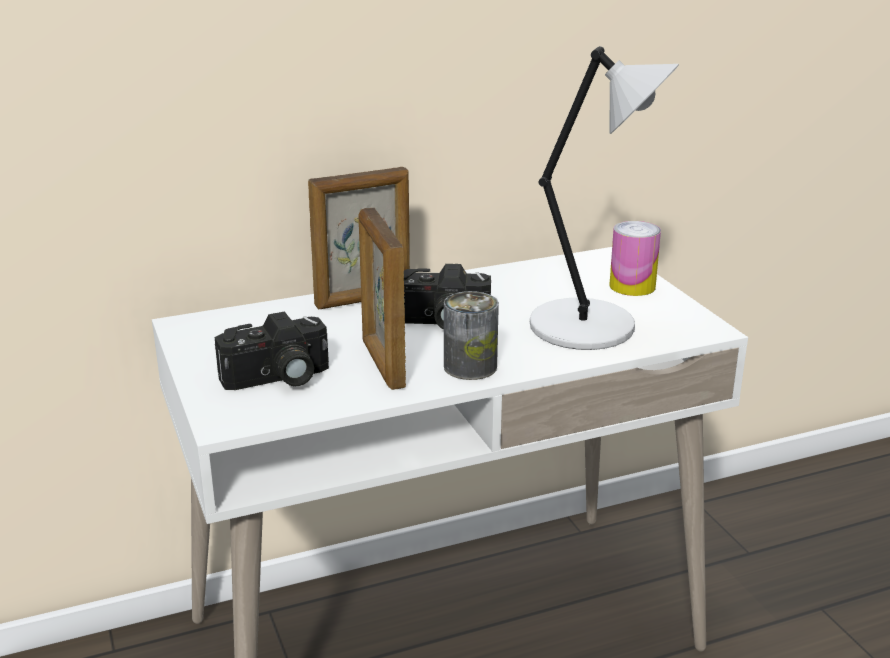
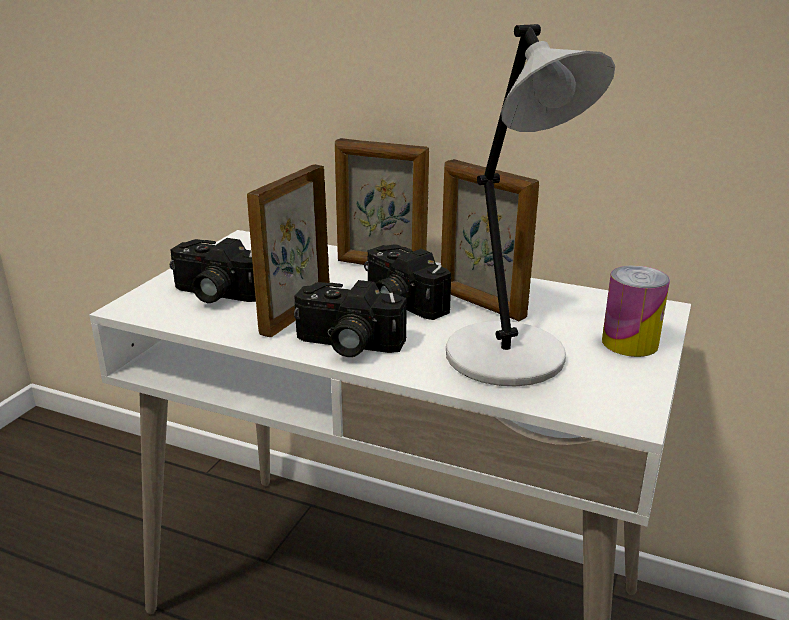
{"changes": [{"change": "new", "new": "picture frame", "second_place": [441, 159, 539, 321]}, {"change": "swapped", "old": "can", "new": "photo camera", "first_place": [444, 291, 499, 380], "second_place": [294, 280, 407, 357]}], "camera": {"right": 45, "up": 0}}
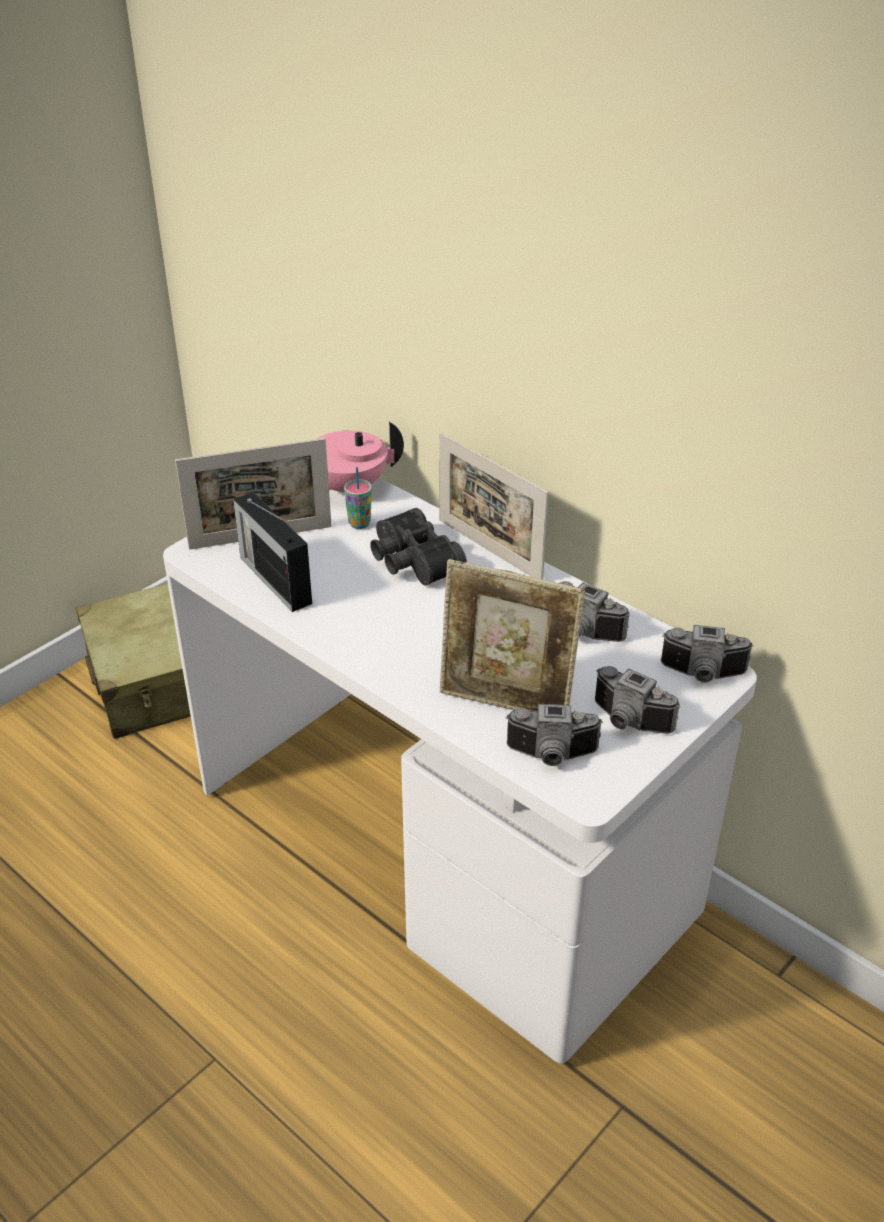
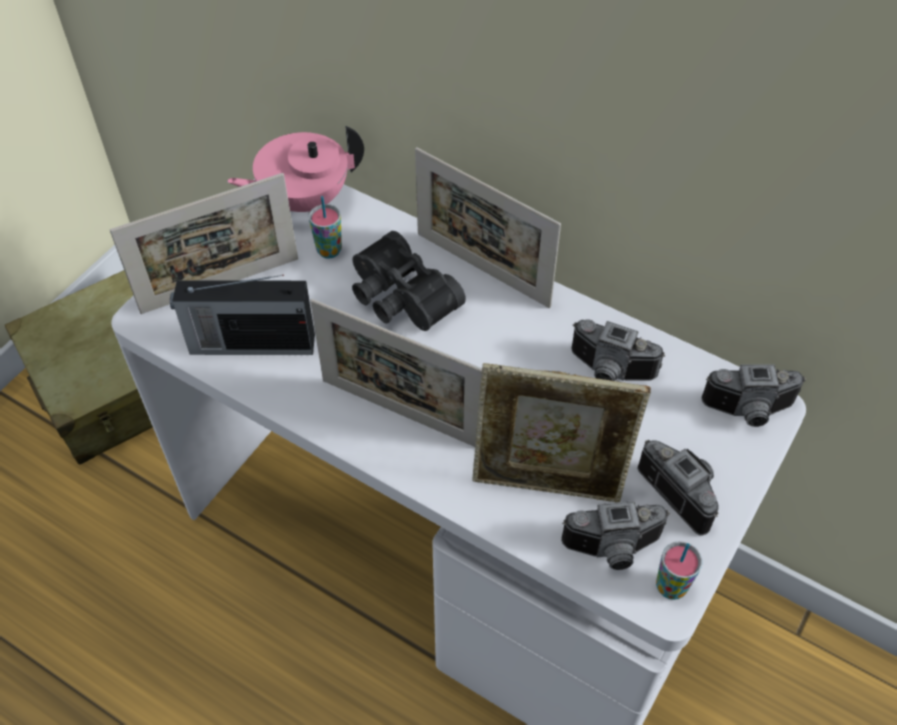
{"changes": [{"change": "new", "new": "picture frame", "second_place": [310, 299, 482, 447]}, {"change": "new", "new": "cup", "second_place": [656, 541, 702, 600]}, {"change": "rotated", "old": "radio", "first_place": [233, 492, 312, 612], "second_place": [170, 275, 315, 355], "degrees": -45}, {"change": "rotated", "old": "photo camera", "first_place": [595, 666, 680, 734], "second_place": [637, 440, 719, 536], "degrees": -150}], "camera": {"right": -10, "up": 15}}
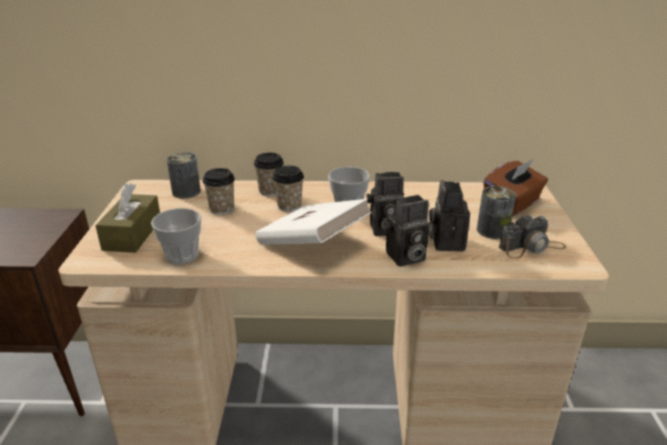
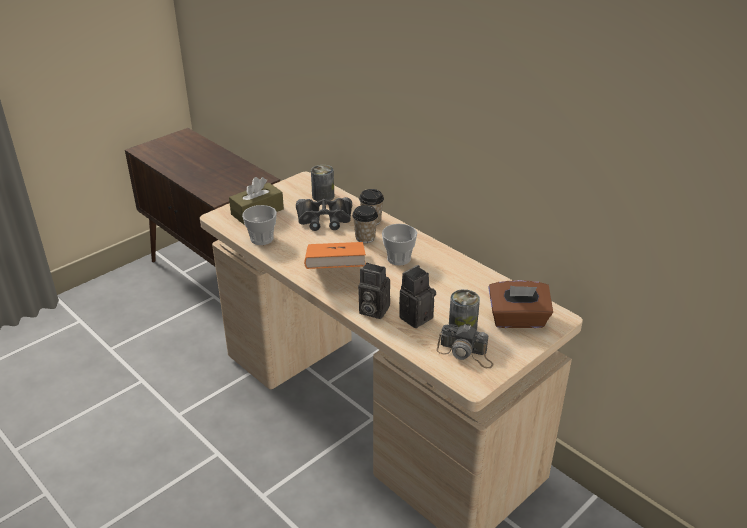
{"changes": [{"change": "gone", "old": "photo camera", "first_place": [367, 172, 404, 236]}, {"change": "swapped", "old": "cup", "new": "binoculars (black)", "first_place": [203, 168, 235, 215], "second_place": [296, 197, 352, 231]}, {"change": "repainted", "old": "book (white)", "new": "book (orange)", "first_place": [256, 199, 372, 245], "second_place": [304, 242, 366, 269]}], "camera": {"right": 45, "up": 5}}
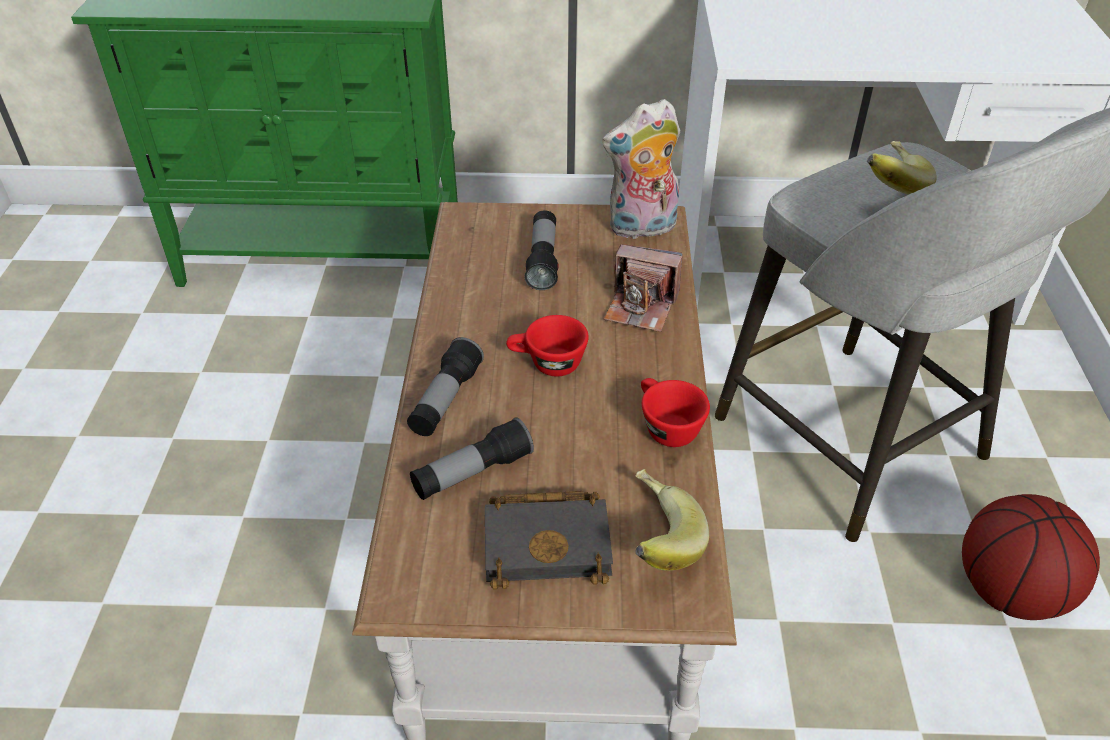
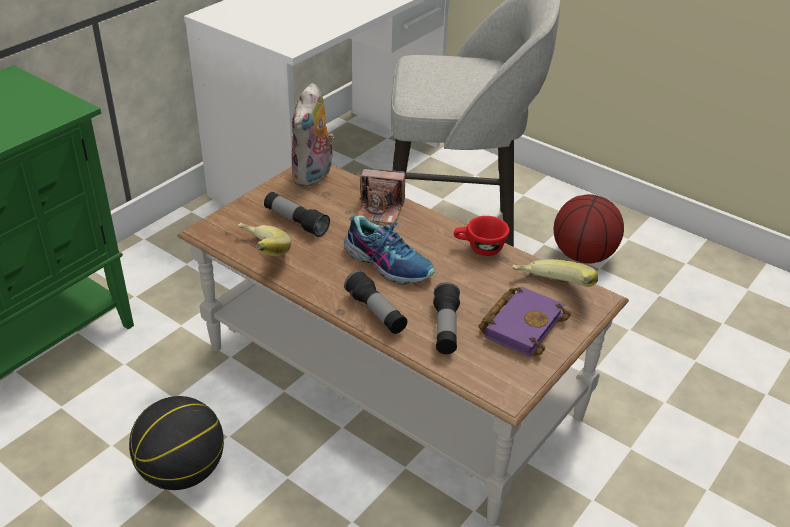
{"changes": [{"change": "new", "new": "basketball", "second_place": [129, 396, 224, 490]}, {"change": "shifted", "old": "banana", "first_place": [867, 141, 937, 195], "second_place": [238, 222, 291, 256]}, {"change": "swapped", "old": "cup (red)", "new": "shoe", "first_place": [506, 315, 589, 376], "second_place": [344, 215, 435, 285]}, {"change": "repainted", "old": "book (black)", "new": "book (purple)", "first_place": [485, 491, 613, 589], "second_place": [479, 287, 571, 357]}, {"change": "rotated", "old": "photo camera", "first_place": [604, 244, 683, 332], "second_place": [358, 169, 405, 224], "degrees": 45}], "camera": {"right": -55, "up": -5}}
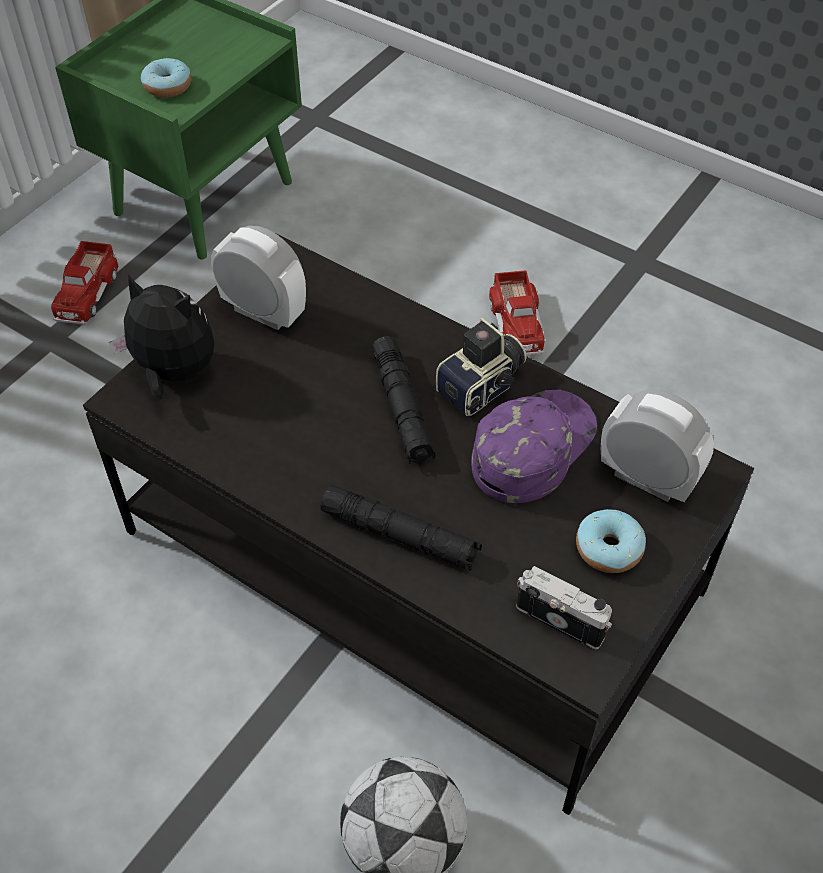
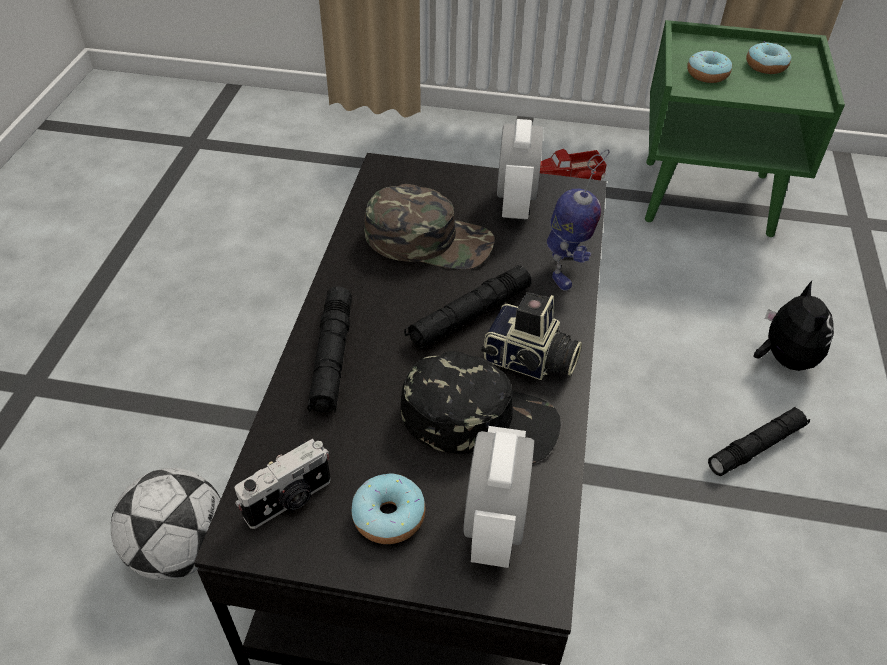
{"changes": [{"change": "new", "new": "cap (green)", "second_place": [364, 184, 494, 270]}, {"change": "new", "new": "toy robot", "second_place": [547, 149, 609, 291]}, {"change": "new", "new": "donut", "second_place": [746, 41, 791, 74]}, {"change": "shifted", "old": "plush toy", "first_place": [109, 274, 214, 401], "second_place": [753, 281, 834, 371]}, {"change": "swapped", "old": "toy truck", "new": "flashlight (black)", "first_place": [489, 270, 545, 356], "second_place": [708, 407, 810, 476]}, {"change": "repainted", "old": "cap (purple)", "new": "cap (black)", "first_place": [471, 390, 597, 503], "second_place": [400, 351, 561, 463]}, {"change": "rotated", "old": "photo camera", "first_place": [516, 566, 612, 649], "second_place": [235, 439, 331, 529], "degrees": 45}], "camera": {"right": 65, "up": -5}}
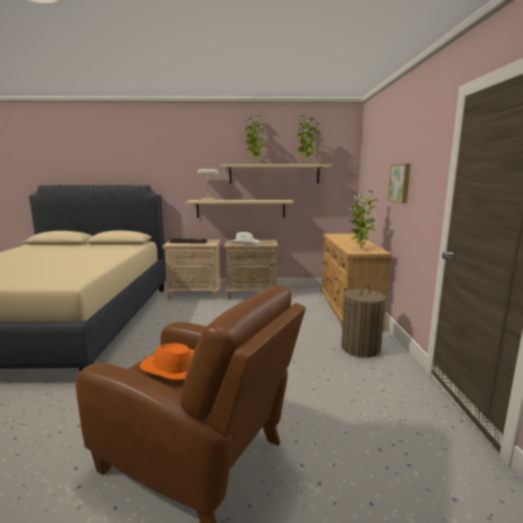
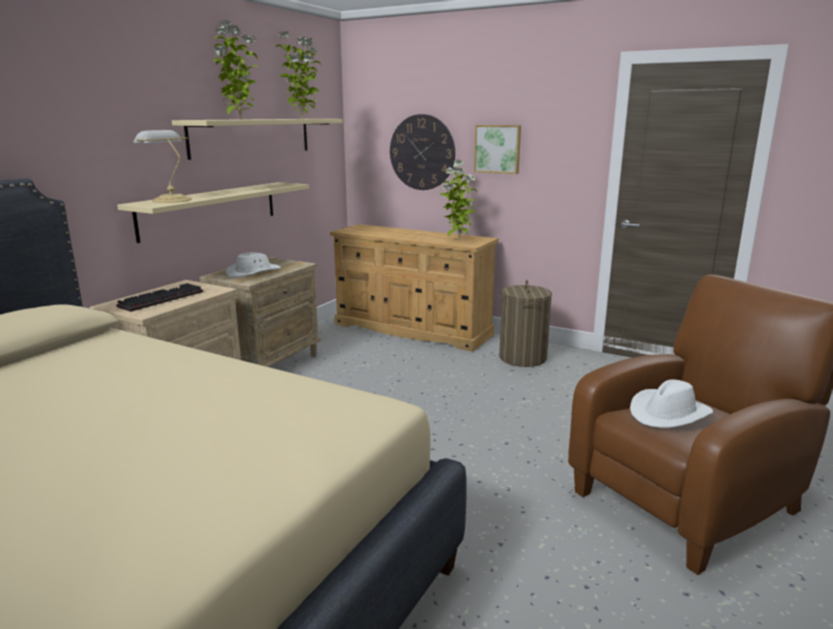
{"changes": [{"change": "new", "new": "wall clock", "second_place": [390, 114, 455, 190]}, {"change": "repainted", "old": "hat (orange)", "new": "hat (white)", "first_place": [140, 343, 194, 380], "second_place": [630, 380, 713, 428]}], "camera": {"right": -60, "up": 5}}
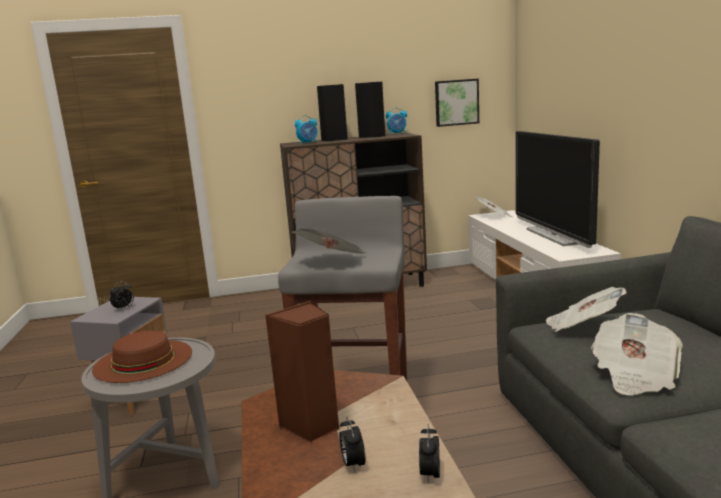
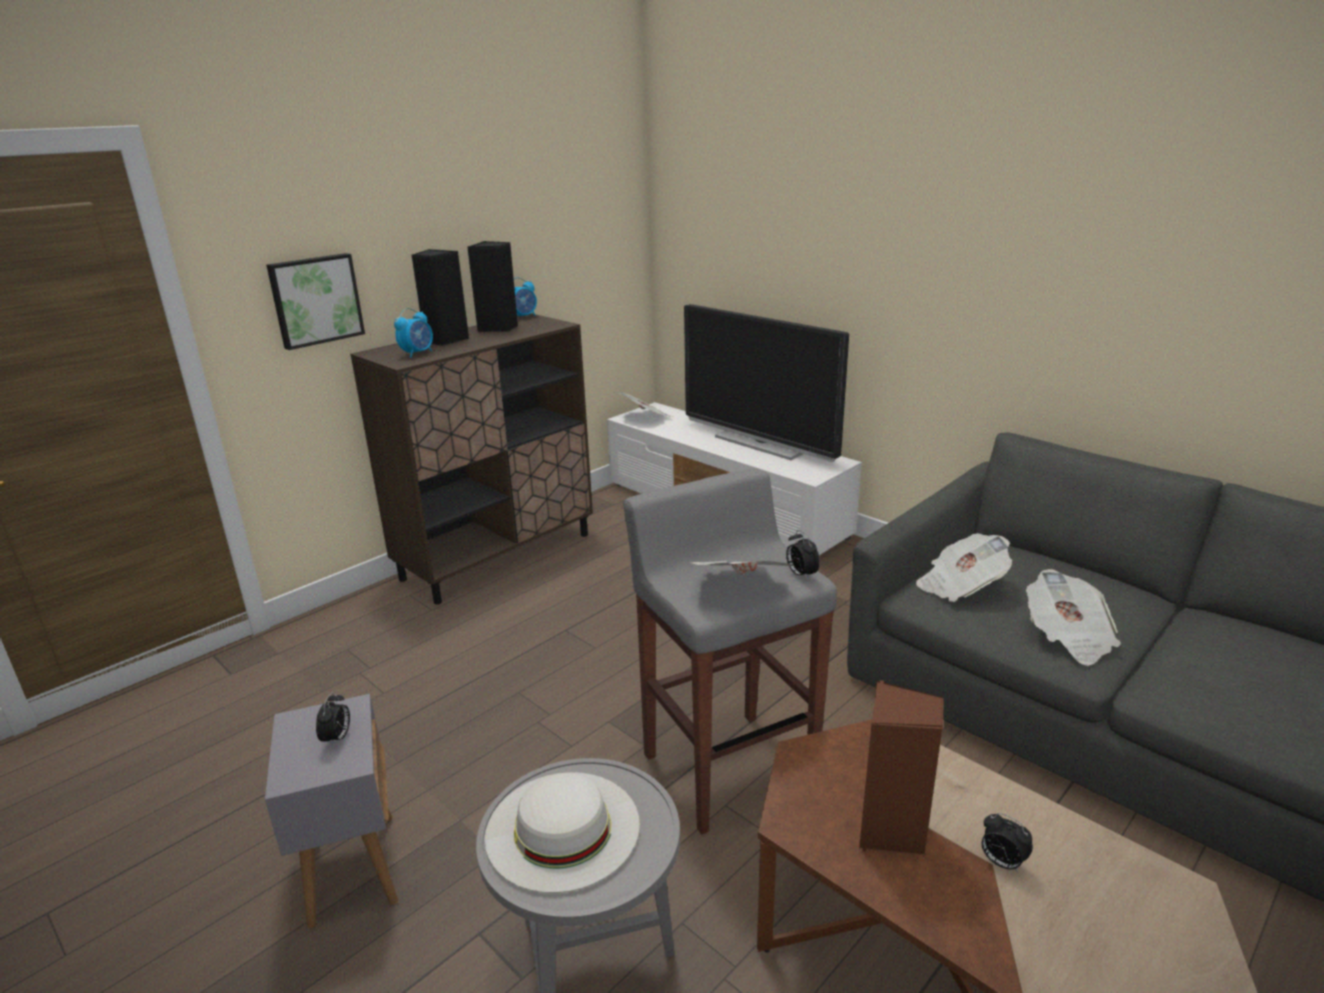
{"changes": [{"change": "shifted", "old": "alarm clock", "first_place": [419, 424, 440, 484], "second_place": [786, 530, 820, 581]}, {"change": "shifted", "old": "picture", "first_place": [435, 79, 479, 127], "second_place": [266, 253, 365, 350]}, {"change": "repainted", "old": "hat (brown)", "new": "hat (white)", "first_place": [92, 331, 192, 383], "second_place": [485, 772, 640, 893]}], "camera": {"right": -35, "up": 10}}
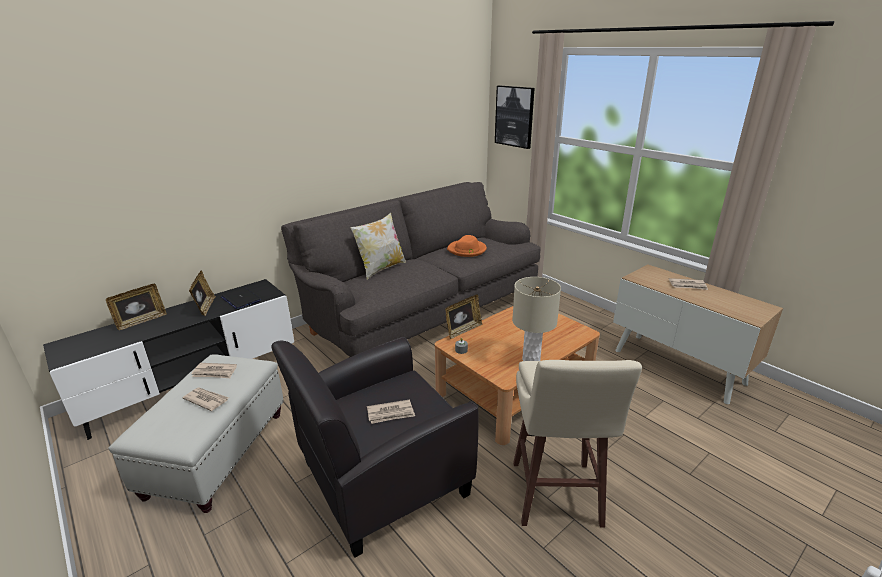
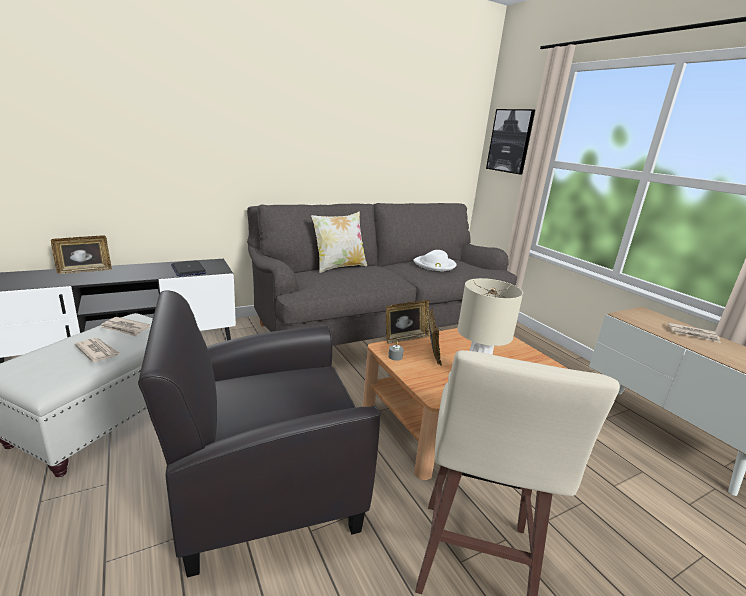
{"changes": [{"change": "gone", "old": "newspaper", "first_place": [367, 399, 415, 424]}, {"change": "shifted", "old": "picture frame", "first_place": [189, 270, 216, 316], "second_place": [428, 307, 442, 366]}, {"change": "repainted", "old": "hat (orange)", "new": "hat (white)", "first_place": [447, 235, 487, 257], "second_place": [413, 250, 456, 271]}], "camera": {"right": 10, "up": -5}}
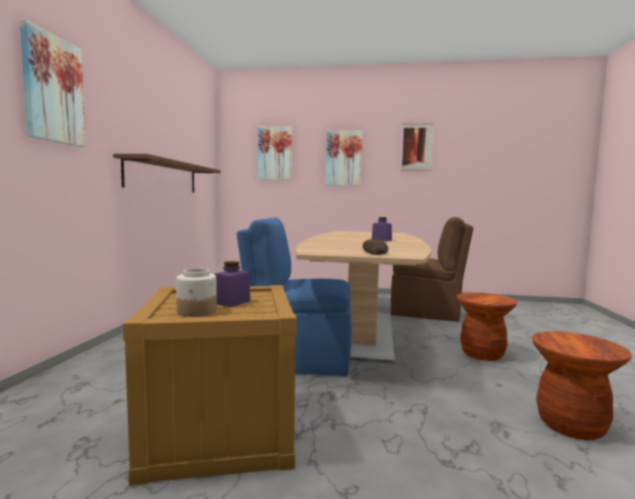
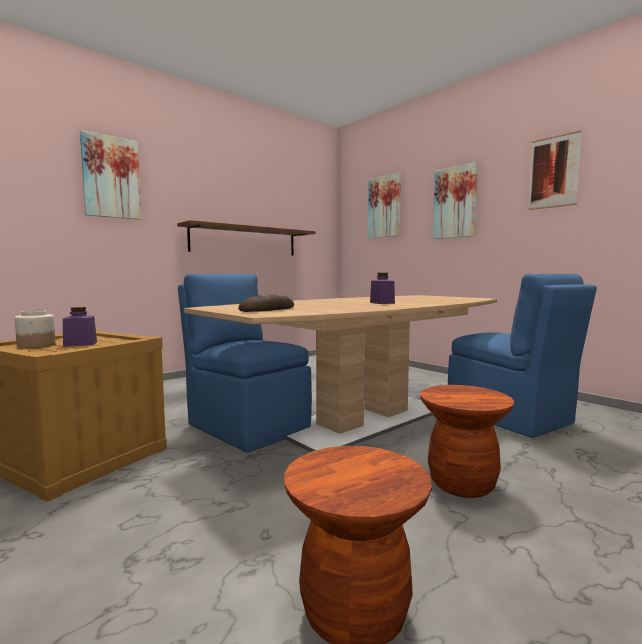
{"changes": [{"change": "repainted", "old": "chair (brown)", "new": "chair (blue)", "first_place": [391, 217, 473, 322], "second_place": [448, 274, 597, 438]}], "camera": {"right": 40, "up": 0}}
